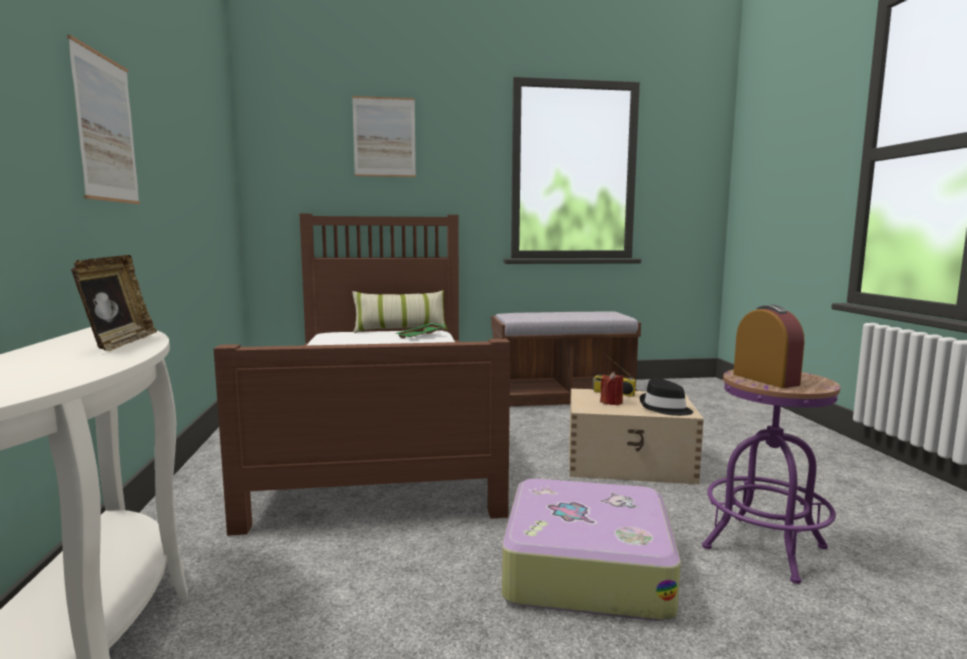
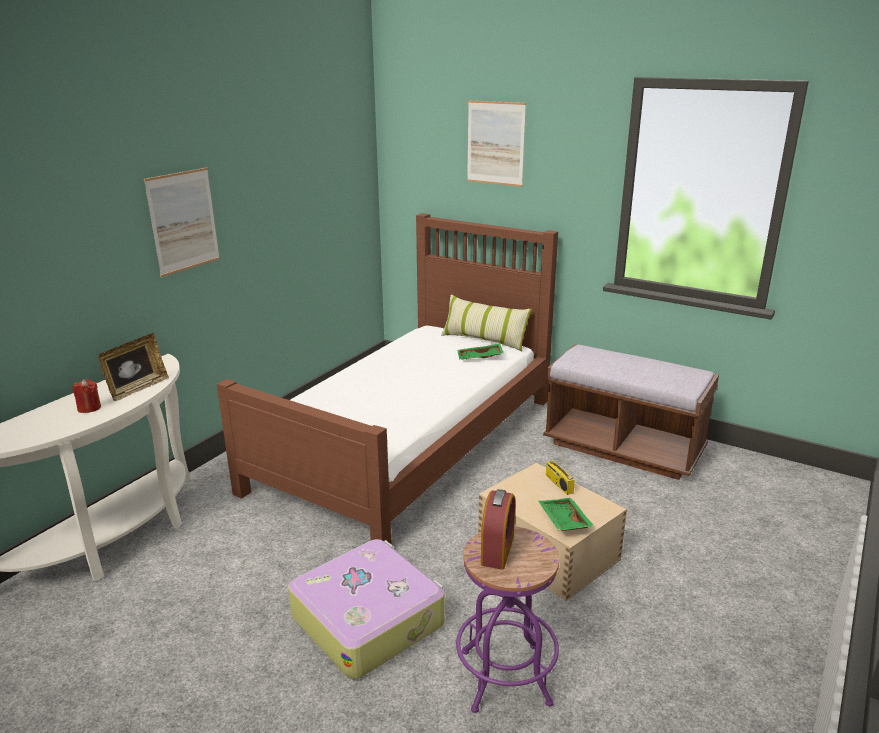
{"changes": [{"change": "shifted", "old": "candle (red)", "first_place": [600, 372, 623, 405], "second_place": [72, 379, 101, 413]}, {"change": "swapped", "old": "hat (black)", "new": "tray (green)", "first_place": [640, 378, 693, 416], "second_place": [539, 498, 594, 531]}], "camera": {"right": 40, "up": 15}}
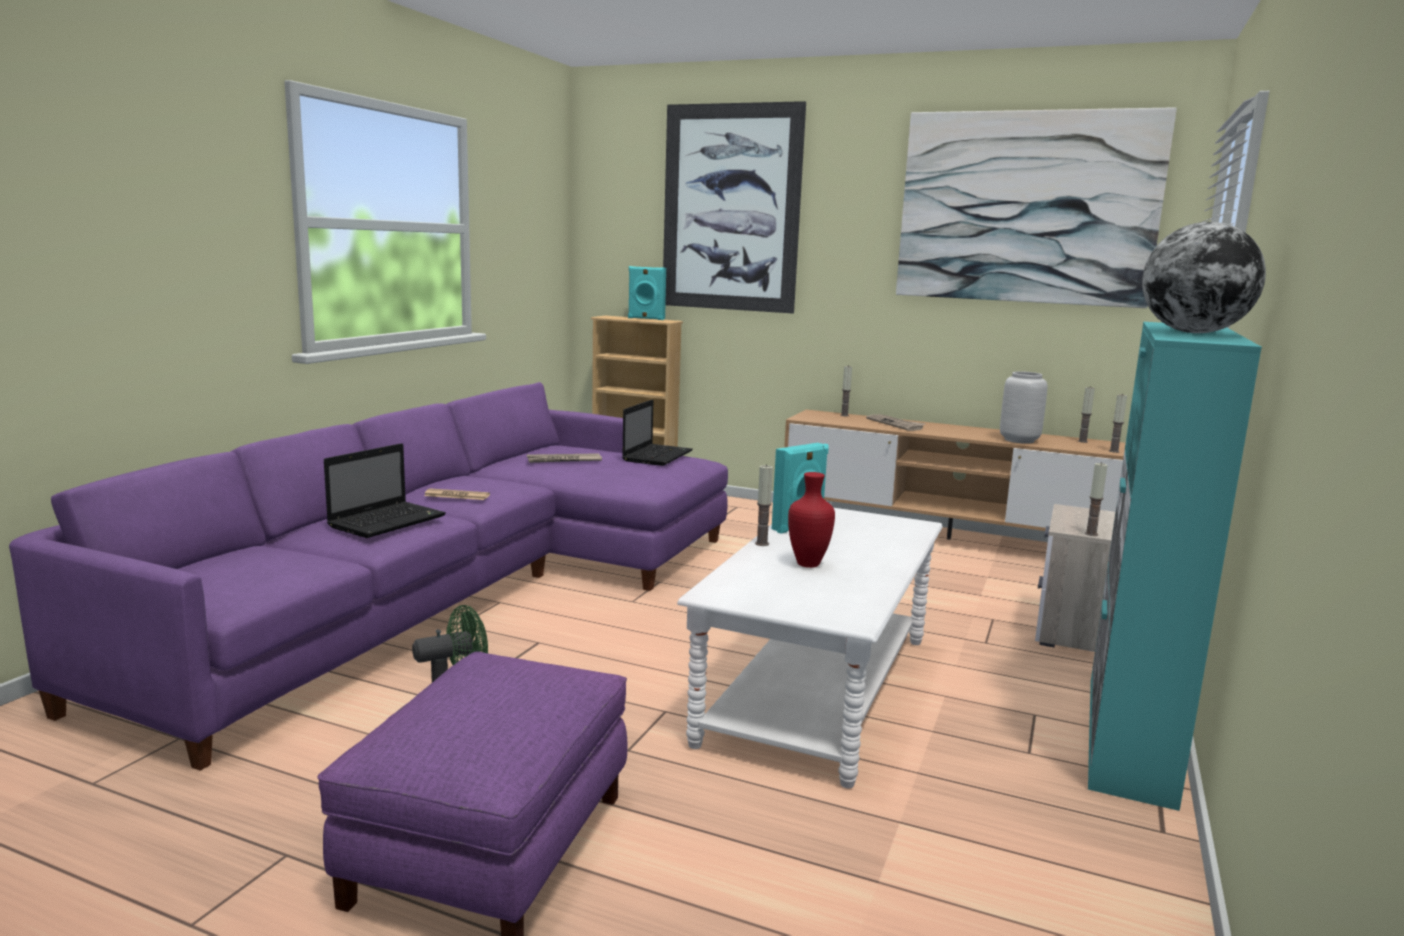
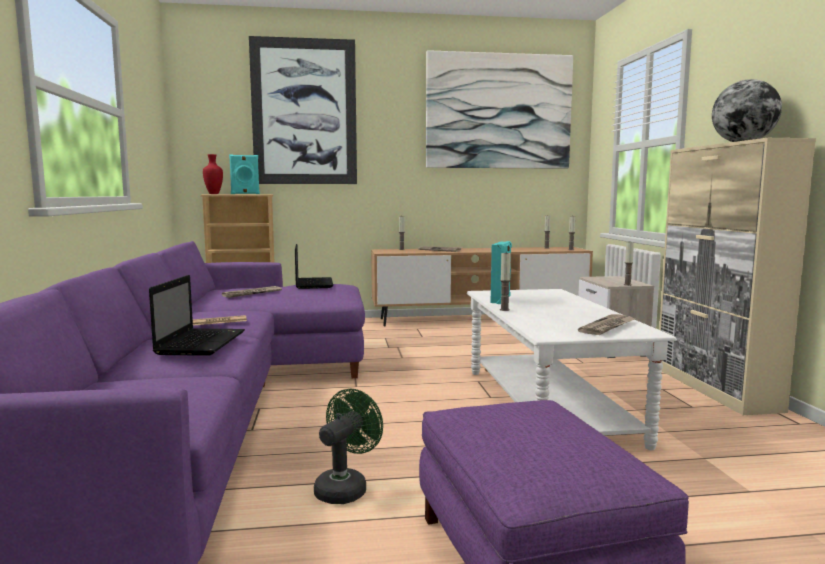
{"changes": [{"change": "gone", "old": "vase (grey)", "first_place": [1000, 371, 1047, 444]}, {"change": "new", "new": "newspaper", "second_place": [578, 314, 635, 335]}, {"change": "shifted", "old": "vase (red)", "first_place": [788, 472, 835, 568], "second_place": [203, 154, 223, 194]}, {"change": "repainted", "old": "cabinet (turquoise)", "new": "cabinet (beige)", "first_place": [1088, 322, 1262, 811], "second_place": [659, 138, 816, 415]}], "camera": {"right": -30, "up": -5}}
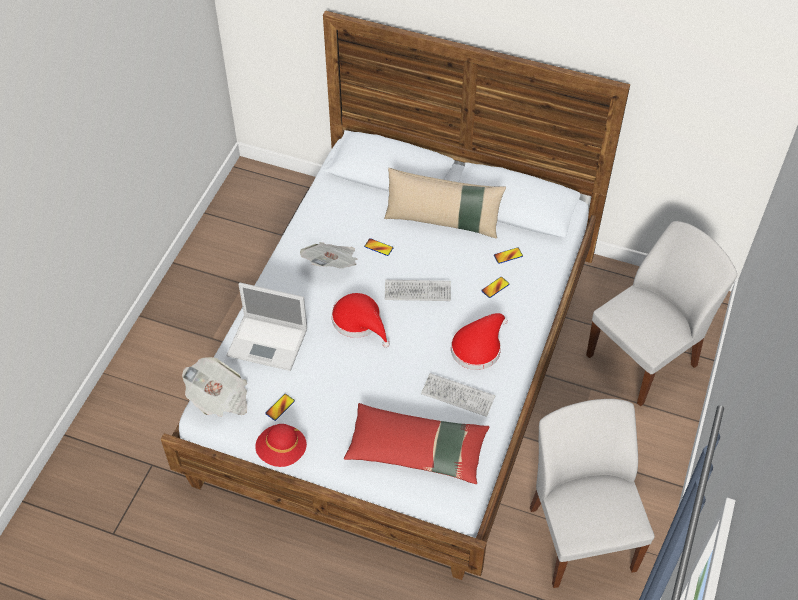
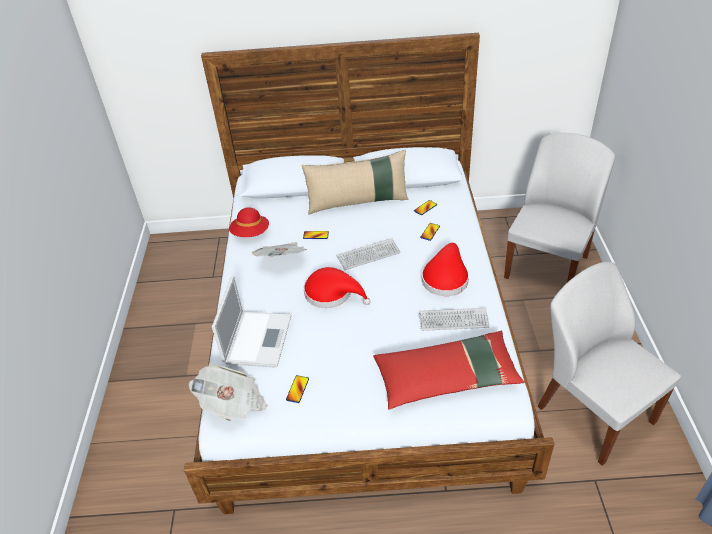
{"changes": [{"change": "shifted", "old": "hat (red)", "first_place": [255, 424, 307, 467], "second_place": [229, 208, 269, 237]}, {"change": "rotated", "old": "laptop", "first_place": [226, 283, 307, 371], "second_place": [212, 276, 291, 368], "degrees": -75}], "camera": {"right": -20, "up": -10}}
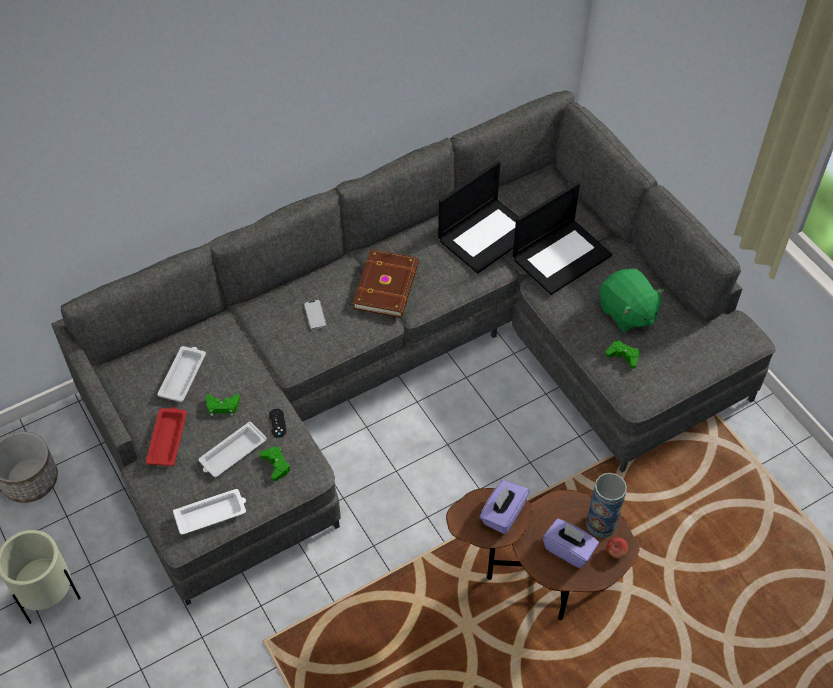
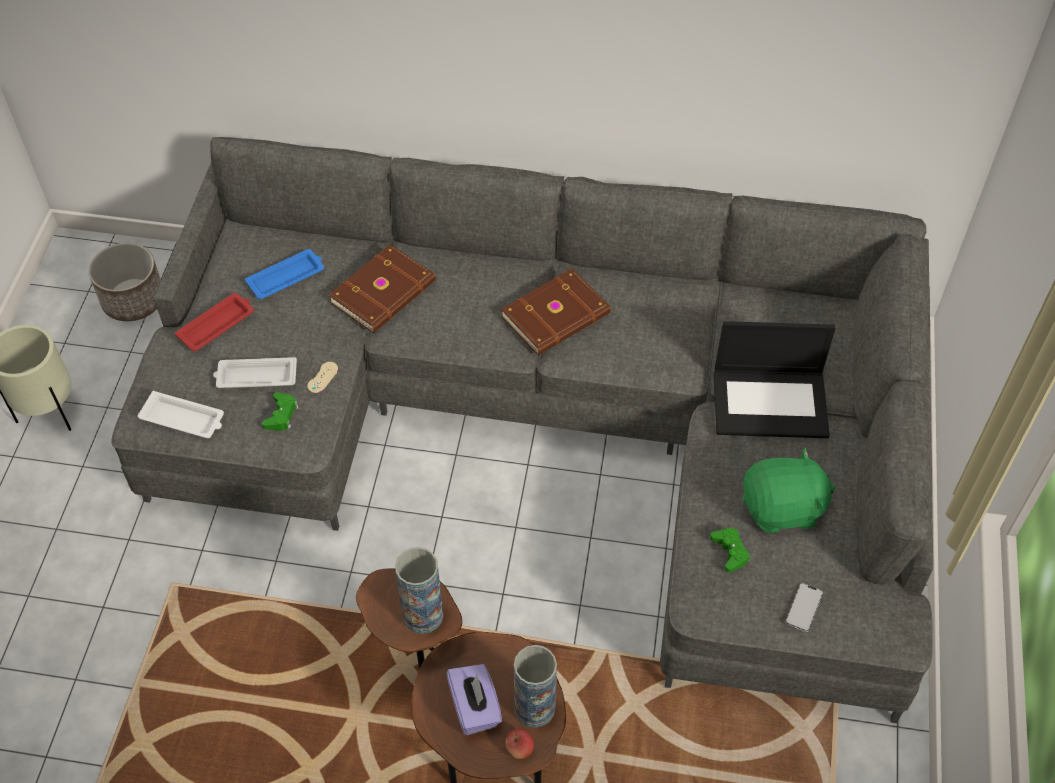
{"changes": [{"change": "gone", "old": "game controller (green)", "first_place": [206, 394, 240, 416]}, {"change": "gone", "old": "laptop", "first_place": [438, 161, 519, 274]}, {"change": "new", "new": "book (brown)", "second_place": [329, 244, 436, 333]}, {"change": "shifted", "old": "phone", "first_place": [304, 300, 327, 330], "second_place": [785, 583, 823, 632]}, {"change": "swapped", "old": "tissue box (purple)", "new": "vase", "first_place": [480, 480, 530, 535], "second_place": [395, 547, 443, 634]}, {"change": "repainted", "old": "tray (white)", "new": "tray (blue)", "first_place": [157, 346, 206, 402], "second_place": [245, 249, 324, 299]}, {"change": "repainted", "old": "game controller (black)", "new": "game controller (beige)", "first_place": [269, 409, 287, 438], "second_place": [307, 362, 338, 393]}, {"change": "rotated", "old": "plush toy (green)", "first_place": [599, 268, 665, 332], "second_place": [742, 448, 836, 533], "degrees": -105}], "camera": {"right": 40, "up": 0}}
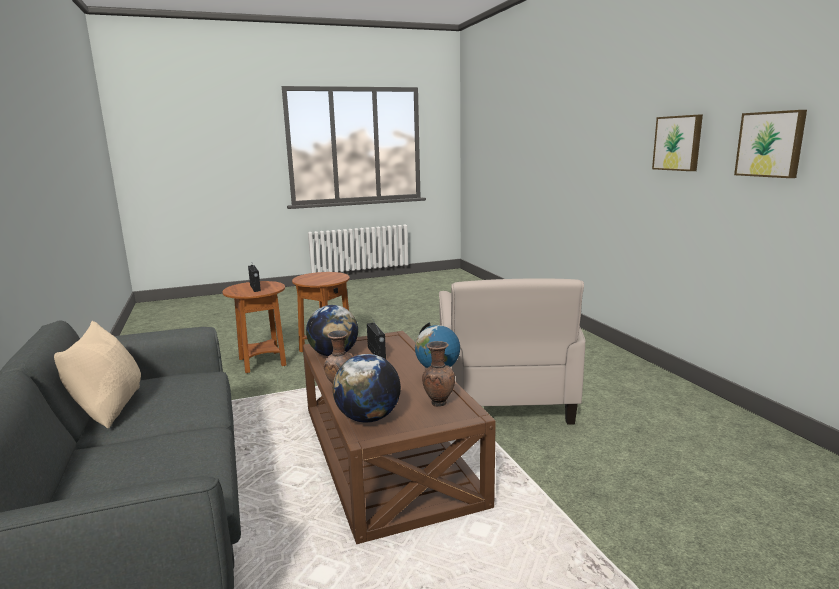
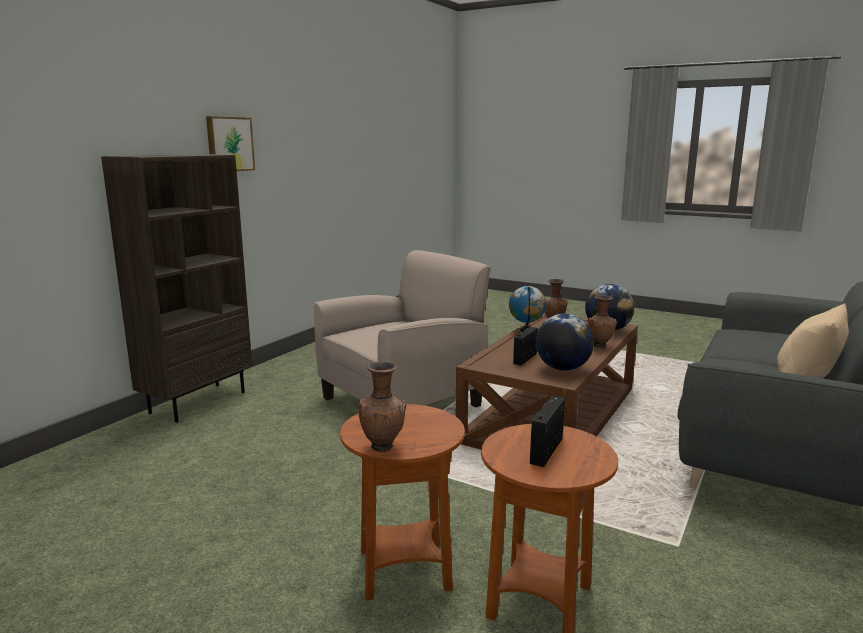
{"changes": [{"change": "gone", "old": "picture", "first_place": [734, 110, 807, 178]}, {"change": "new", "new": "bookcase (brown)", "second_place": [101, 154, 252, 423]}, {"change": "new", "new": "vase (brown)", "second_place": [358, 361, 406, 453]}], "camera": {"right": -130, "up": 0}}
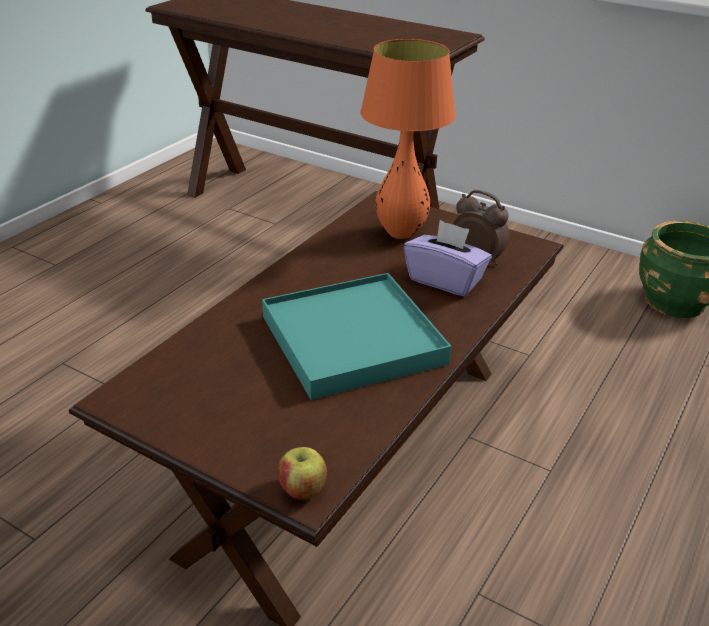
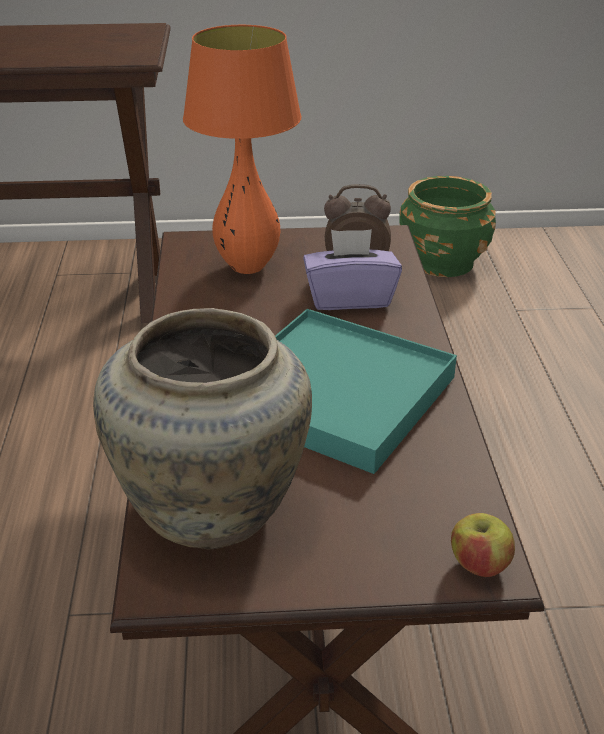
{"changes": [{"change": "new", "new": "vase (beige)", "second_place": [93, 308, 312, 549]}], "camera": {"right": -35, "up": 0}}
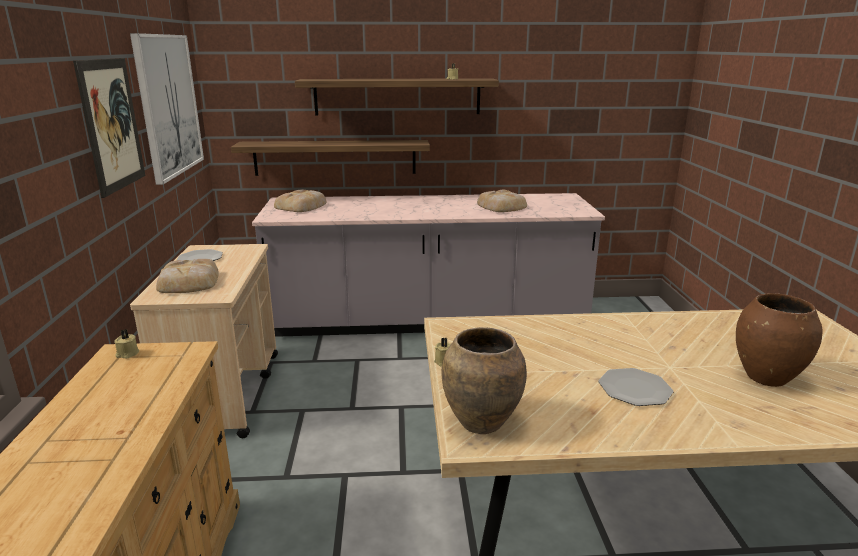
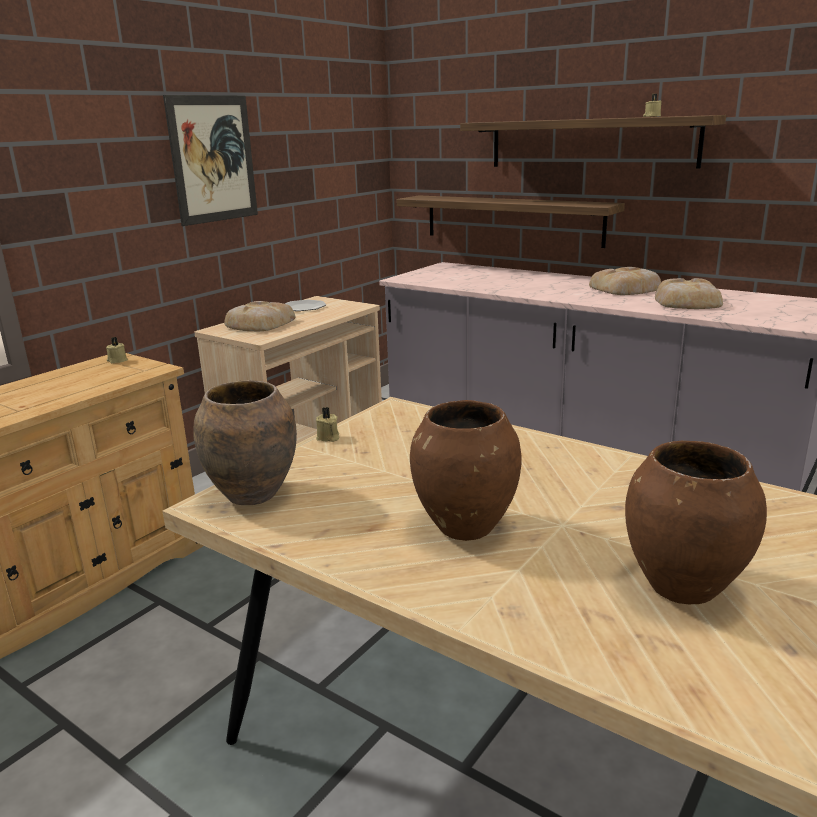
{"changes": [{"change": "gone", "old": "picture", "first_place": [130, 33, 204, 185]}, {"change": "shifted", "old": "bread", "first_place": [274, 190, 327, 212], "second_place": [589, 267, 661, 295]}, {"change": "swapped", "old": "plate", "new": "vase (brown)", "first_place": [598, 368, 674, 406], "second_place": [410, 400, 522, 541]}], "camera": {"right": 40, "up": 0}}
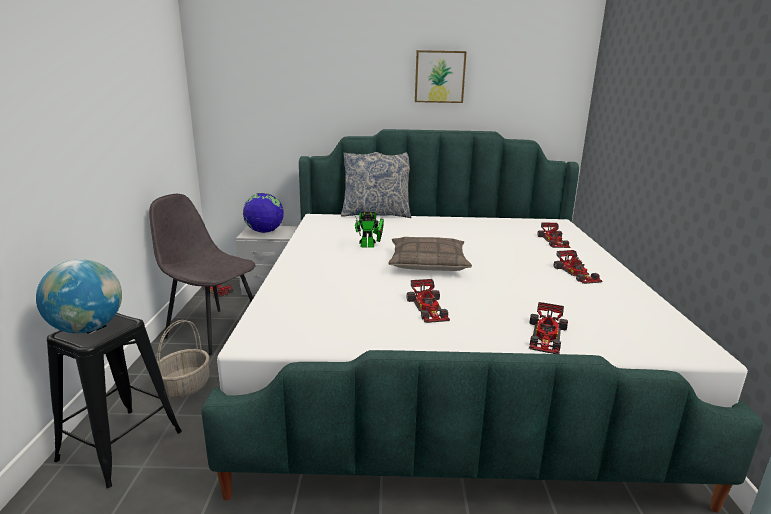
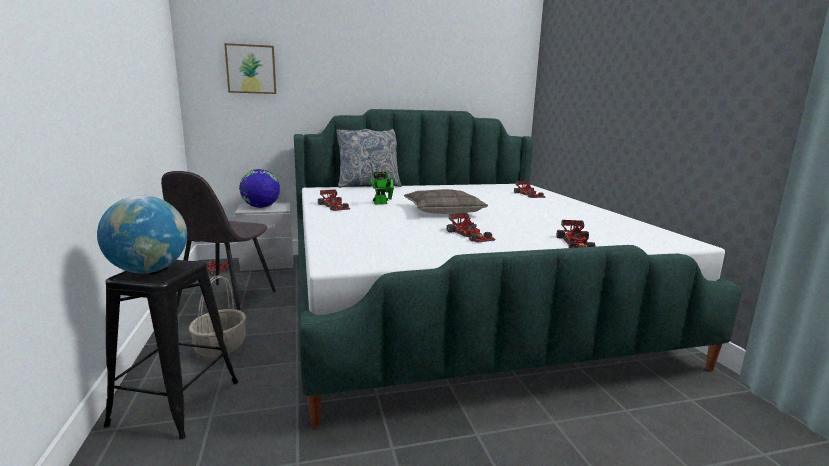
{"changes": [{"change": "shifted", "old": "picture", "first_place": [415, 50, 467, 103], "second_place": [224, 43, 276, 94]}, {"change": "shifted", "old": "toy car", "first_place": [554, 250, 602, 284], "second_place": [318, 190, 350, 211]}, {"change": "rotated", "old": "chair (grey)", "first_place": [149, 194, 256, 355], "second_place": [161, 171, 276, 311], "degrees": -90}], "camera": {"right": -15, "up": -5}}
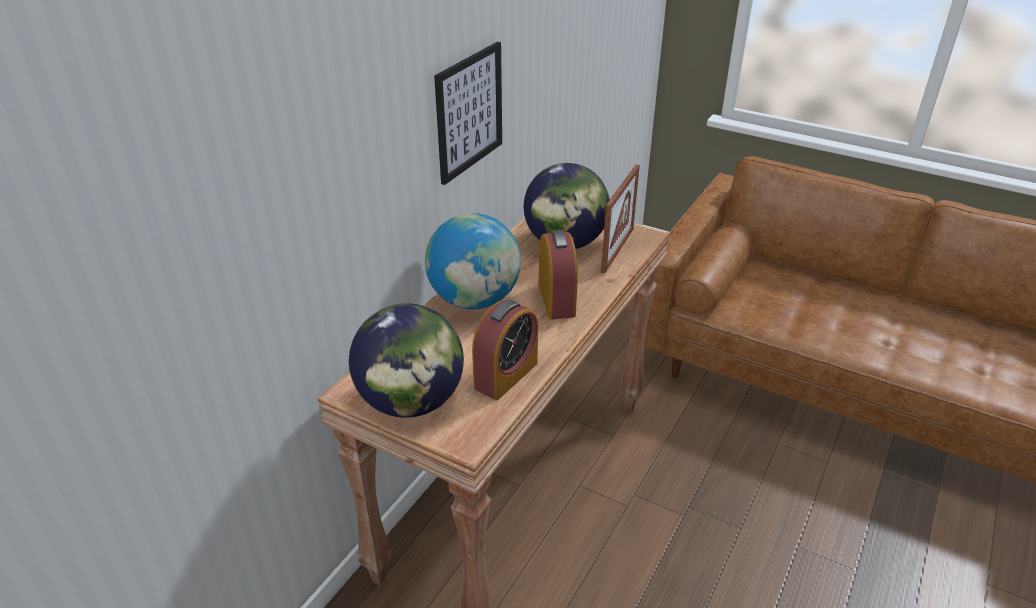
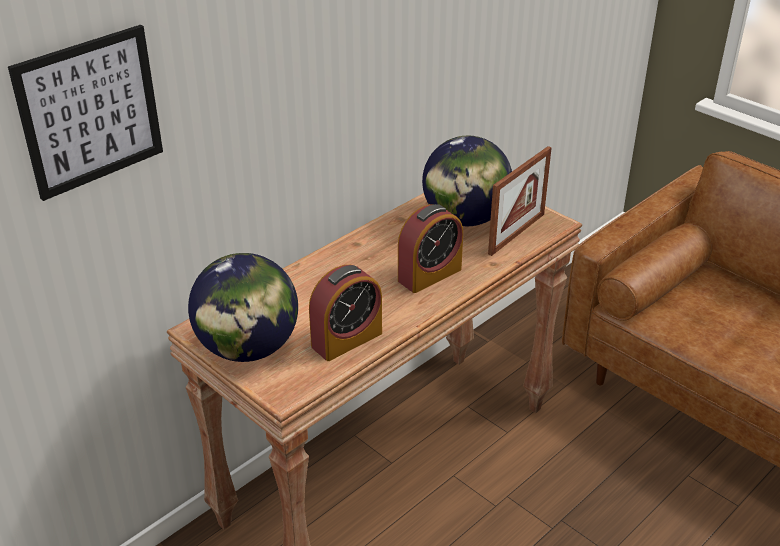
{"changes": [{"change": "gone", "old": "globe", "first_place": [425, 213, 521, 309]}, {"change": "shifted", "old": "picture", "first_place": [434, 42, 502, 185], "second_place": [8, 25, 163, 201]}, {"change": "rotated", "old": "alarm clock", "first_place": [539, 230, 578, 320], "second_place": [398, 204, 463, 293], "degrees": 45}], "camera": {"right": 15, "up": 0}}
